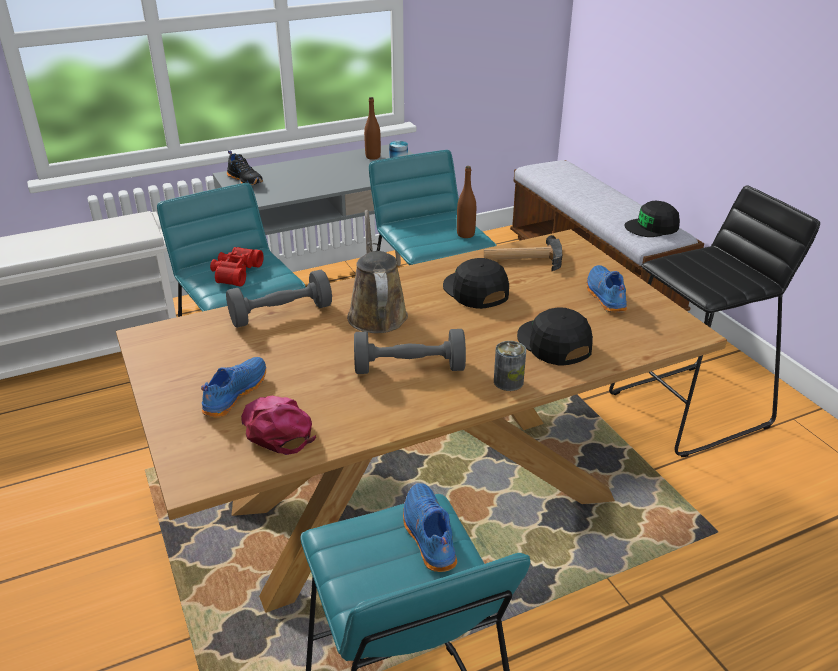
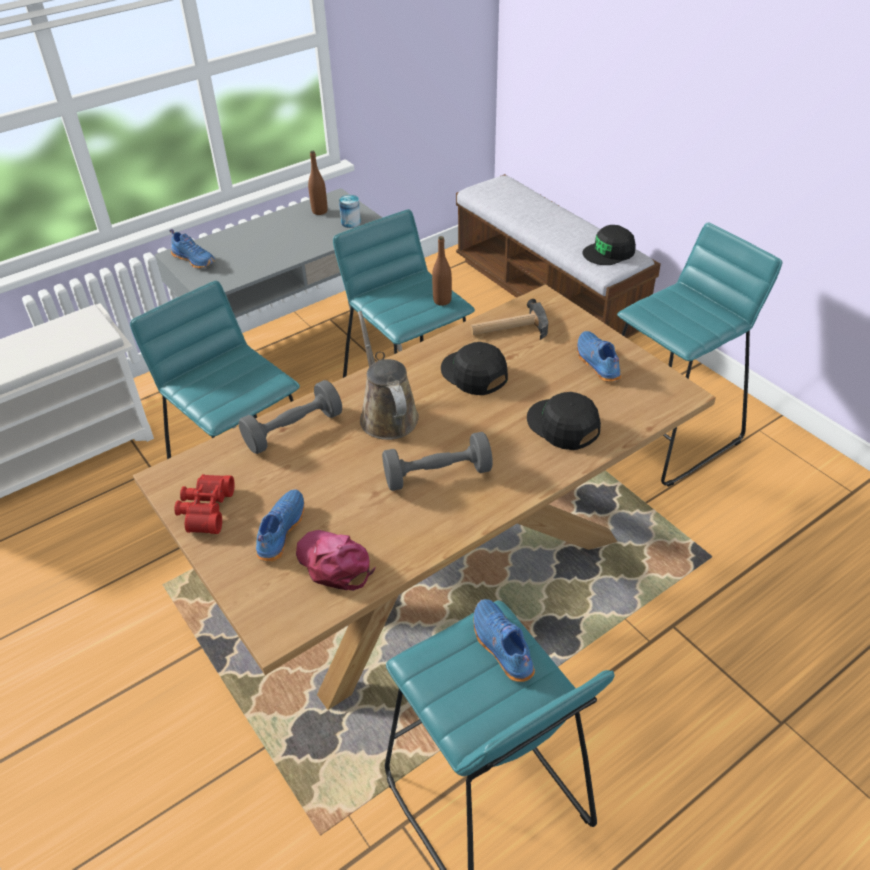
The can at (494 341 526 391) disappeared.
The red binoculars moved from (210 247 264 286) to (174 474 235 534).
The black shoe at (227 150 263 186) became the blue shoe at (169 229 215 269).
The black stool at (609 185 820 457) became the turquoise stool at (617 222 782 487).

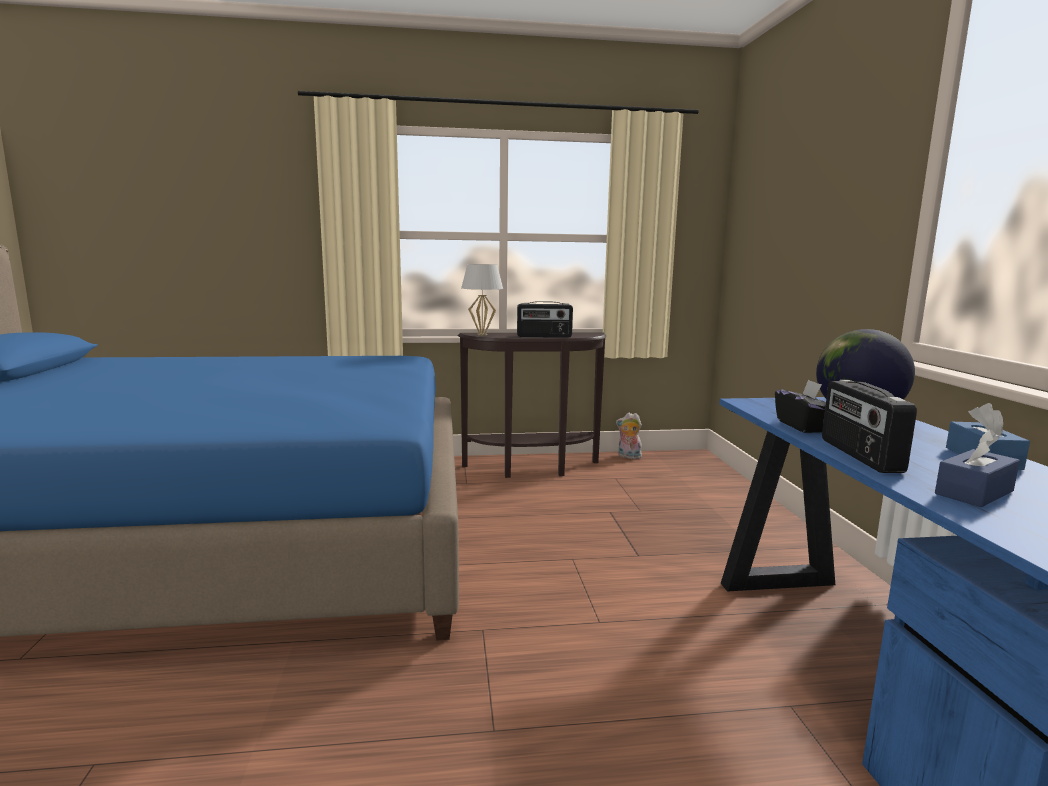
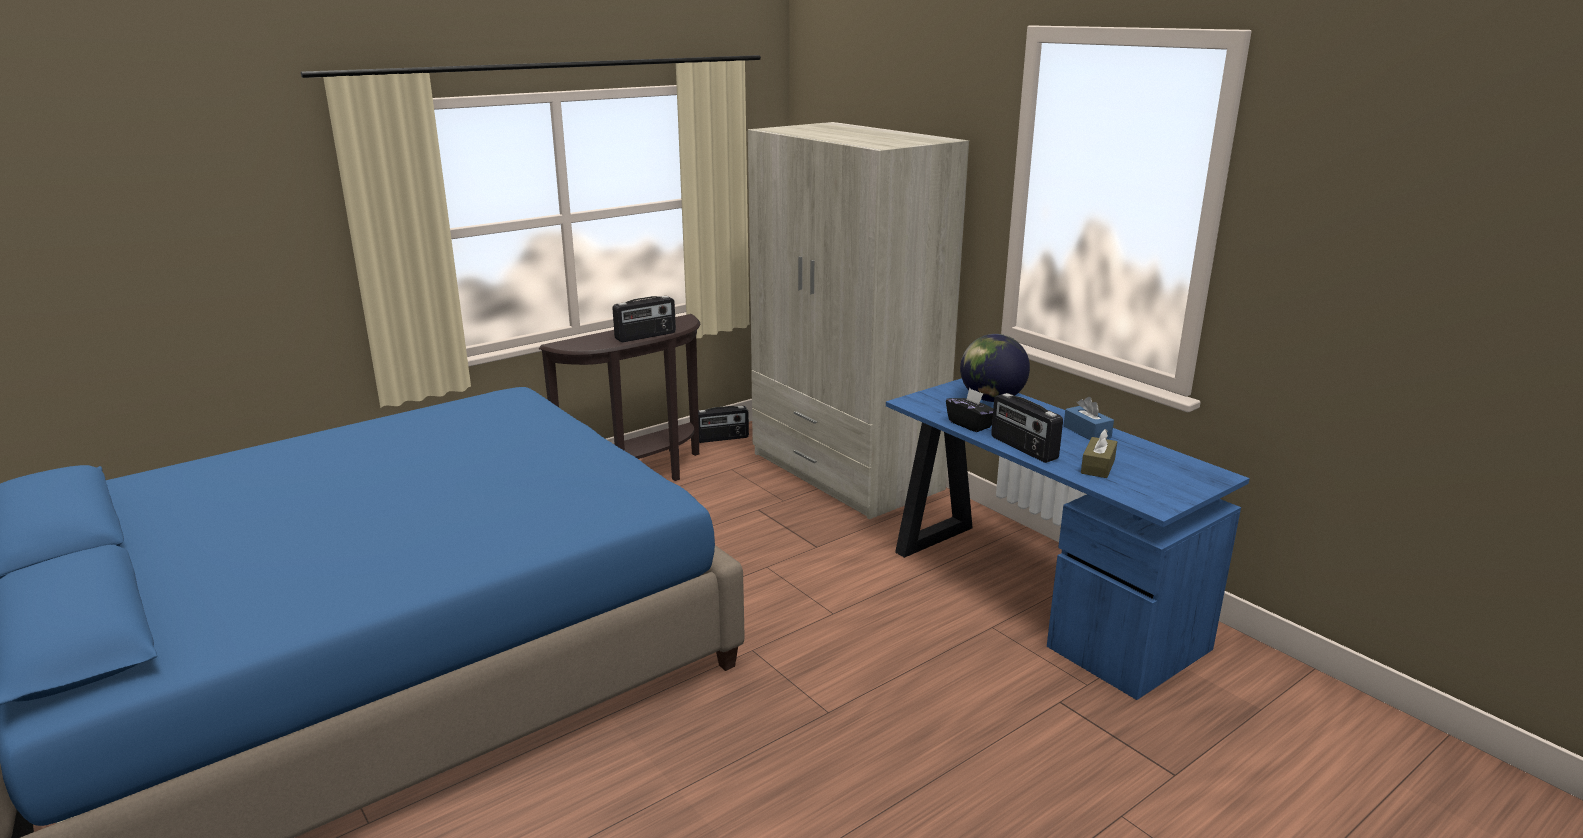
The white table lamp at (461 264 503 336) disappeared.
The beige wardrobe at (748 122 969 519) appeared.
The plush toy at (616 413 642 459) was replaced by the radio at (698 406 749 443).
The blue tissue box at (935 429 1020 507) became the brown tissue box at (1081 429 1117 478).

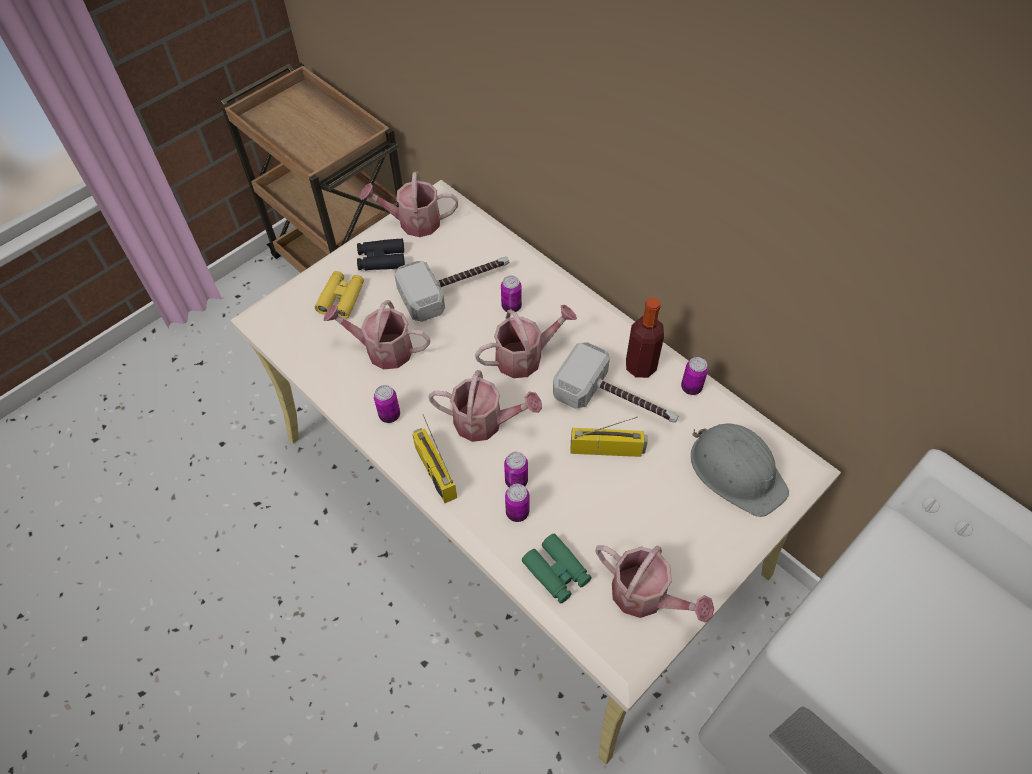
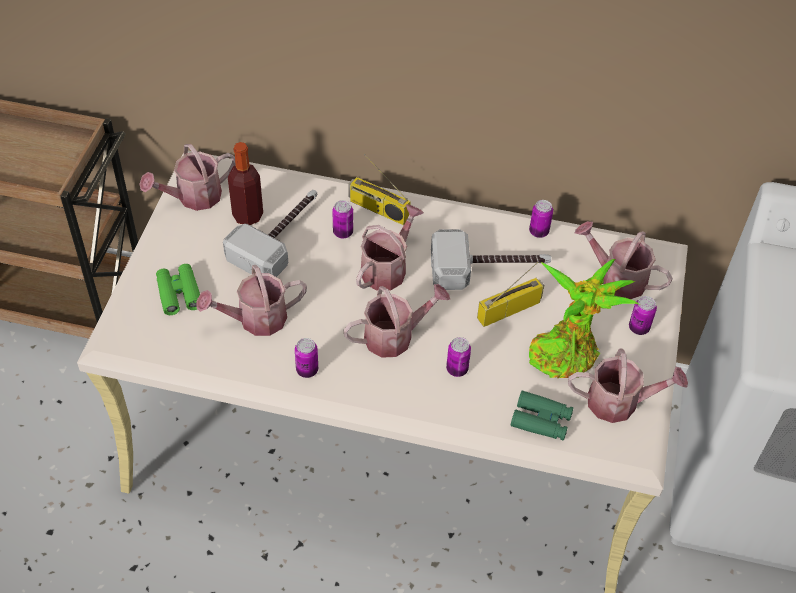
The black binoculars at (357 238 405 270) disappeared.
The potted plant at (529 259 640 378) appeared.
The radio moved from (412 414 457 503) to (349 154 411 225).
The can moved from (505 484 529 522) to (629 296 657 335).
The bottle moved from (626 298 664 378) to (228 142 263 225).
The grey hard hat at (691 423 789 517) was replaced by the watering can at (575 221 673 299).
The yellow binoculars at (315 271 364 319) became the green binoculars at (156 264 200 315).

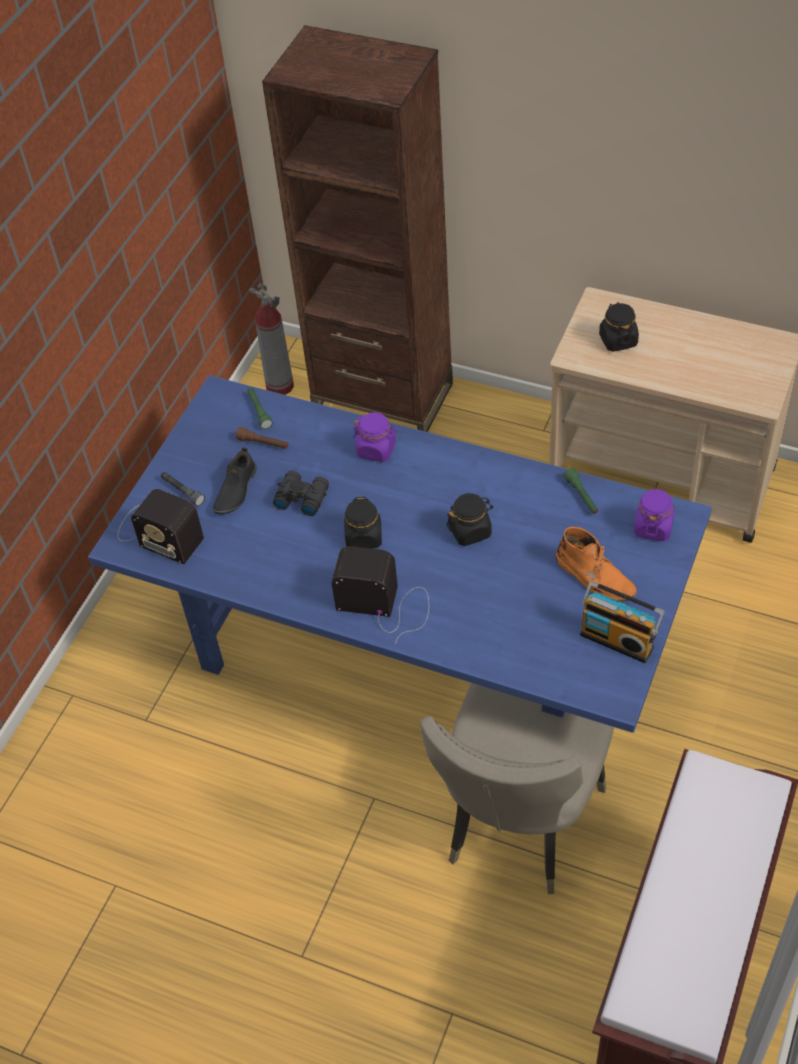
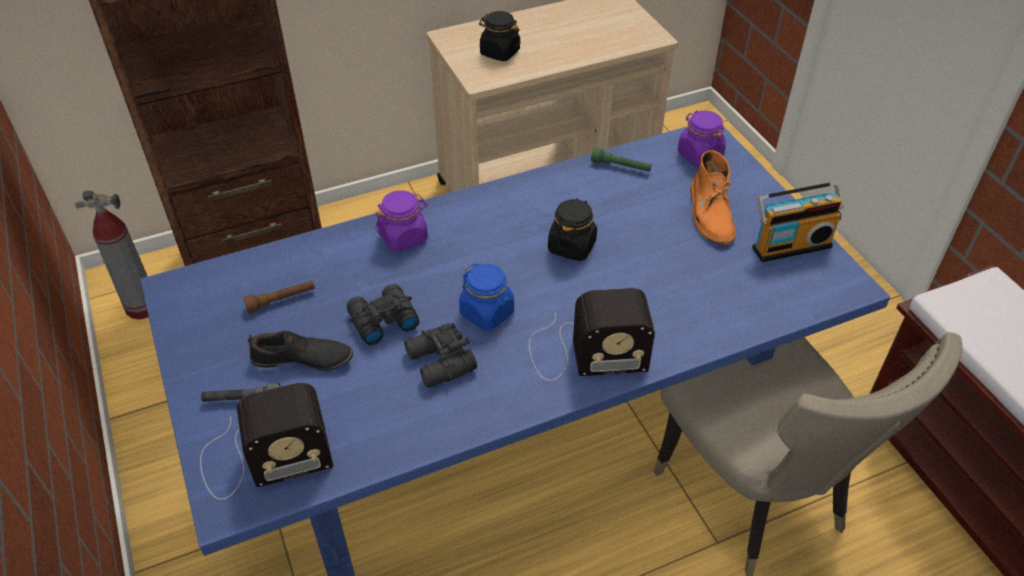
The green flashlight at (247 388 273 429) disappeared.
The black binoculars at (404 323 477 388) appeared.
The black jar at (344 497 382 549) became the blue jar at (459 263 514 331).
The black shoe at (212 447 257 514) turned 60 degrees counterclockwise.
The radio at (332 546 429 644) turned 150 degrees counterclockwise.
The orange boot at (556 527 637 602) turned 90 degrees clockwise.

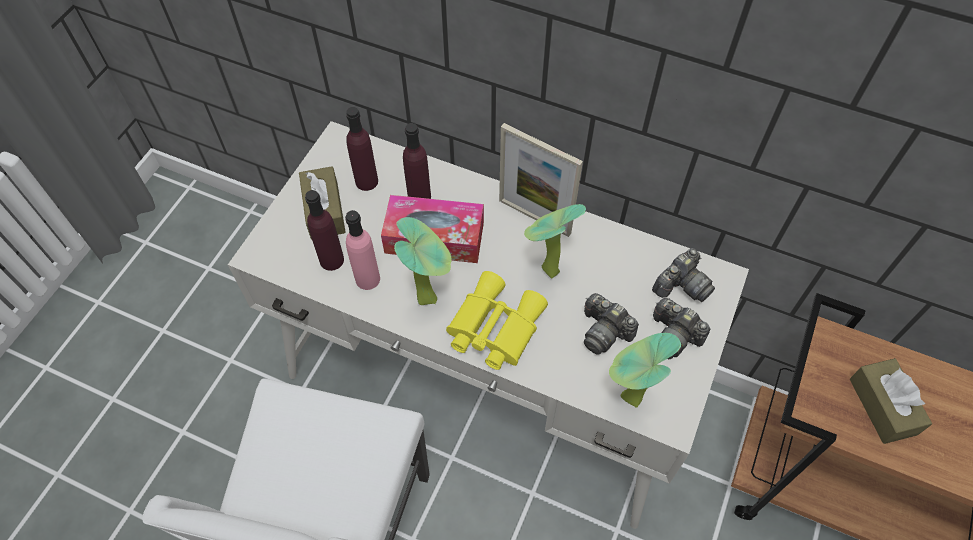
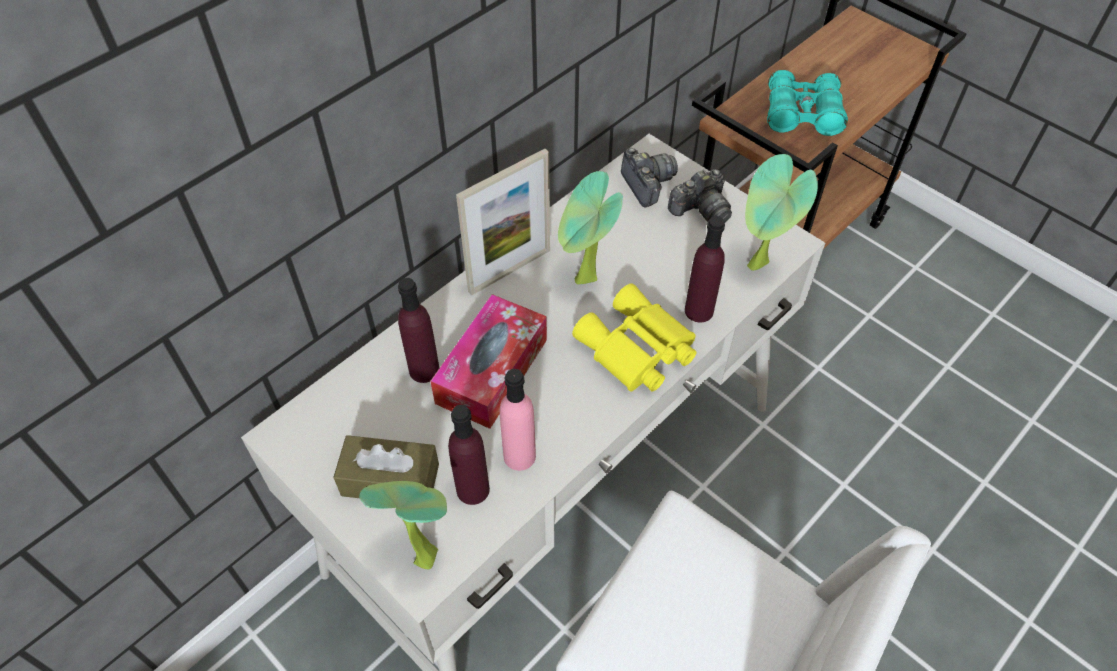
The photo camera at (584 293 639 355) disappeared.
The purple bottle moved from (346 107 378 191) to (685 216 725 323).
The potted plant moved from (394 217 452 305) to (359 481 447 569).
The brown tissue box at (850 358 932 444) was replaced by the turquoise binoculars at (767 70 848 136).

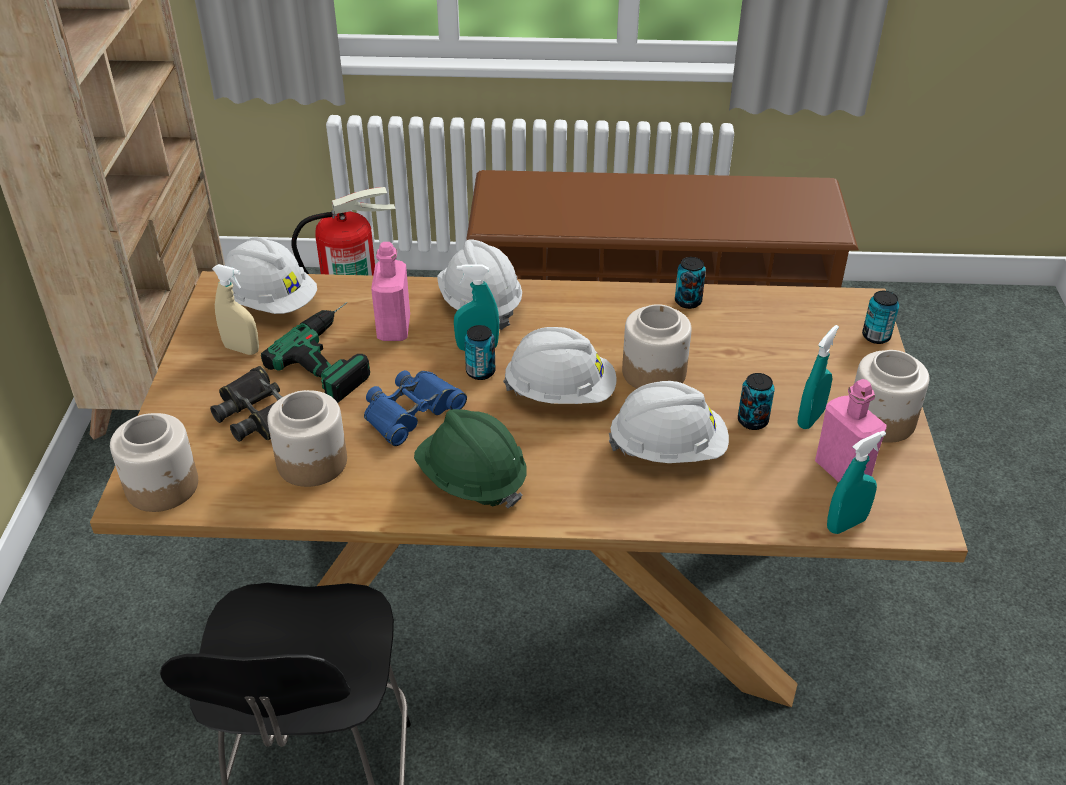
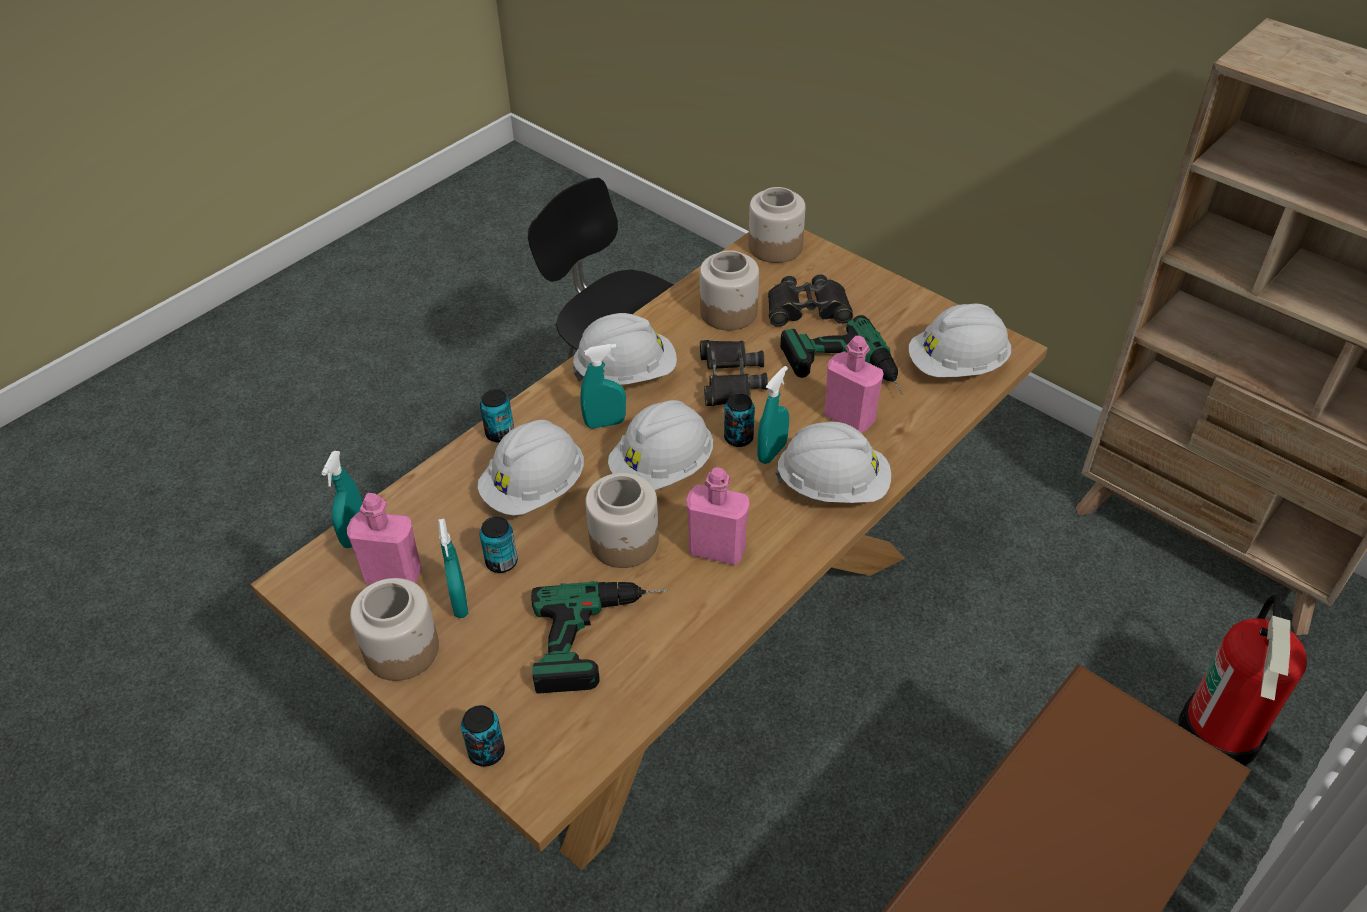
The beige spray bottle at (212 264 259 355) disappeared.
The power drill at (531 581 669 694) appeared.
The turquoise spray bottle at (580 344 626 429) appeared.
The pink bottle at (686 467 750 565) appeared.
The can moved from (675 257 706 309) to (480 389 514 443).
The blue binoculars at (364 370 467 446) became the black binoculars at (700 340 768 406).
The green hard hat at (414 409 526 508) became the white hard hat at (573 313 677 385).

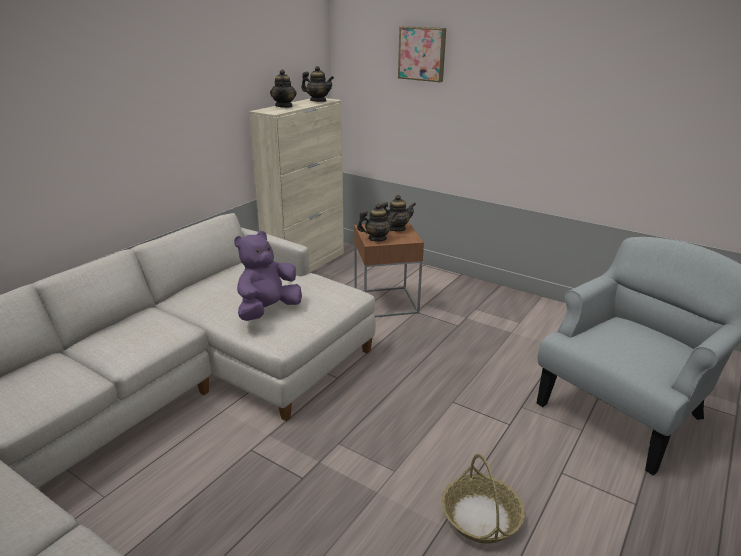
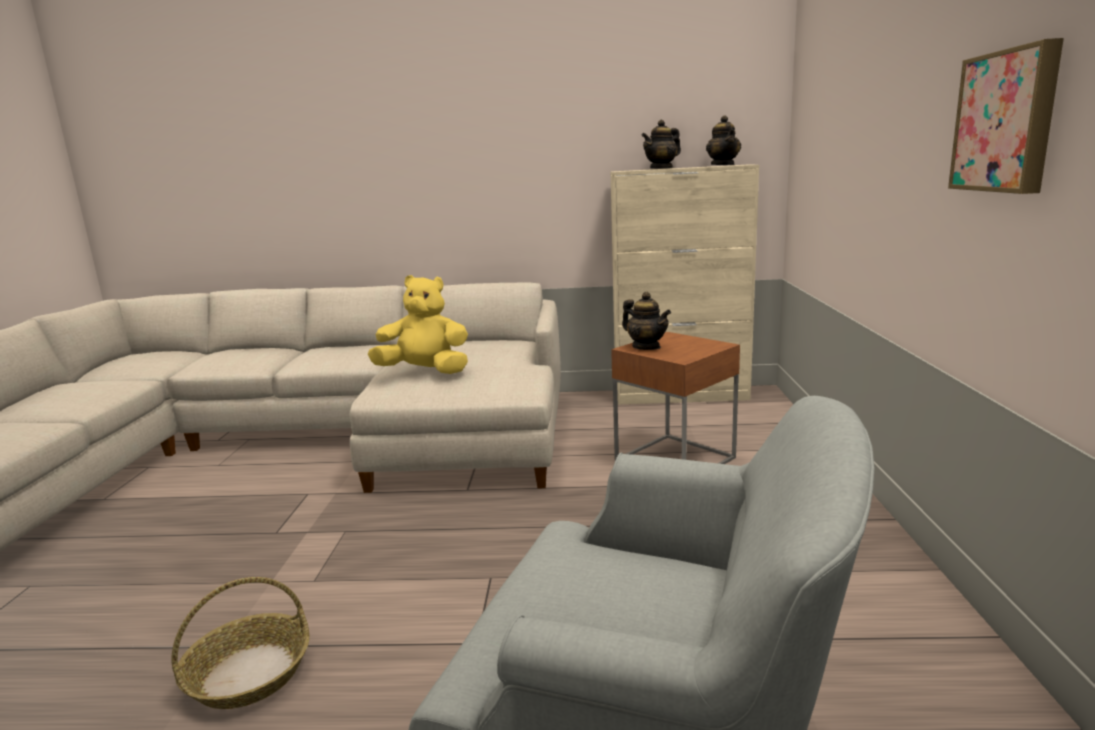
The teapot at (381 195 416 232) disappeared.
The picture moved from (398 26 446 82) to (948 38 1064 194).
The purple plush toy at (234 231 302 321) became the yellow plush toy at (368 275 468 374).

